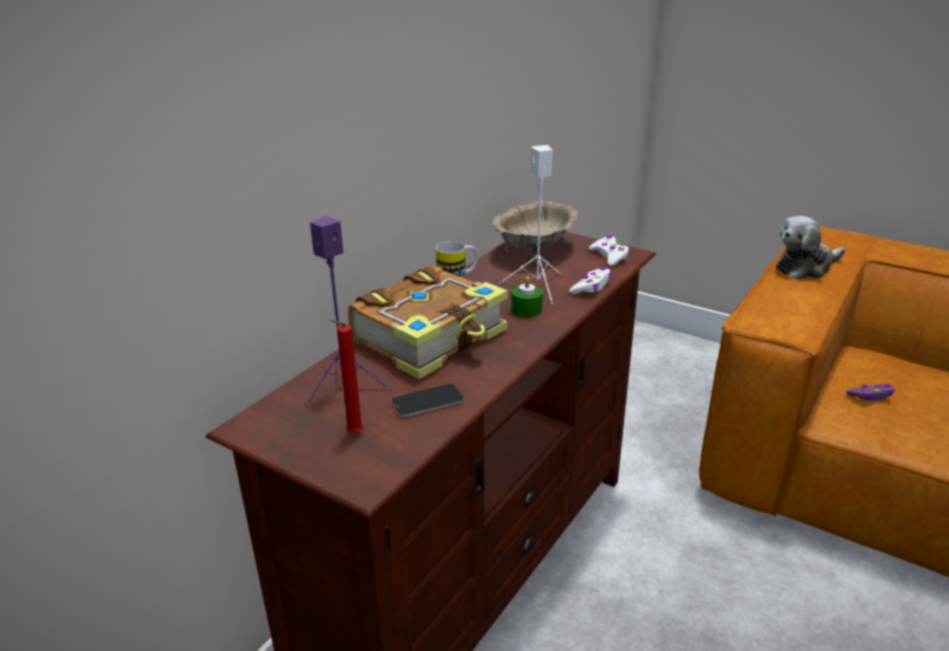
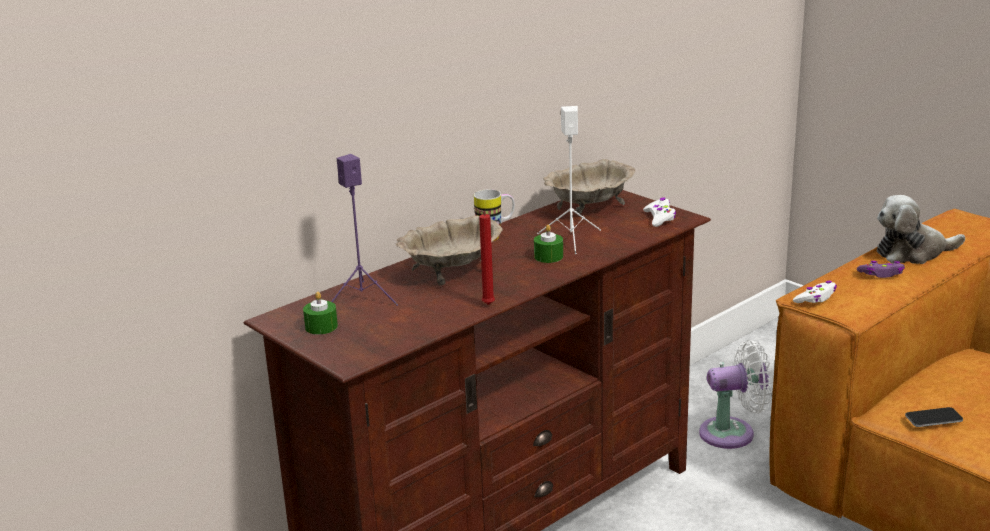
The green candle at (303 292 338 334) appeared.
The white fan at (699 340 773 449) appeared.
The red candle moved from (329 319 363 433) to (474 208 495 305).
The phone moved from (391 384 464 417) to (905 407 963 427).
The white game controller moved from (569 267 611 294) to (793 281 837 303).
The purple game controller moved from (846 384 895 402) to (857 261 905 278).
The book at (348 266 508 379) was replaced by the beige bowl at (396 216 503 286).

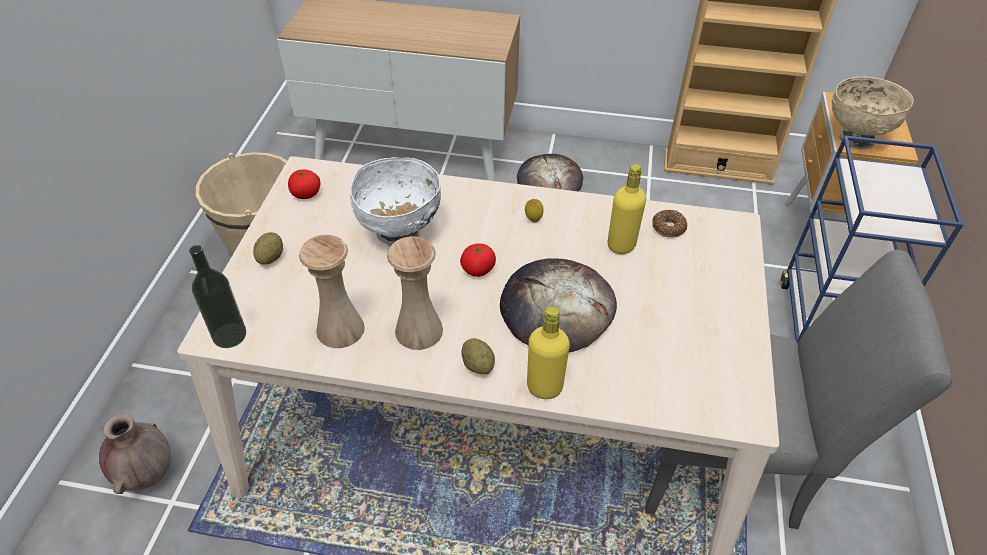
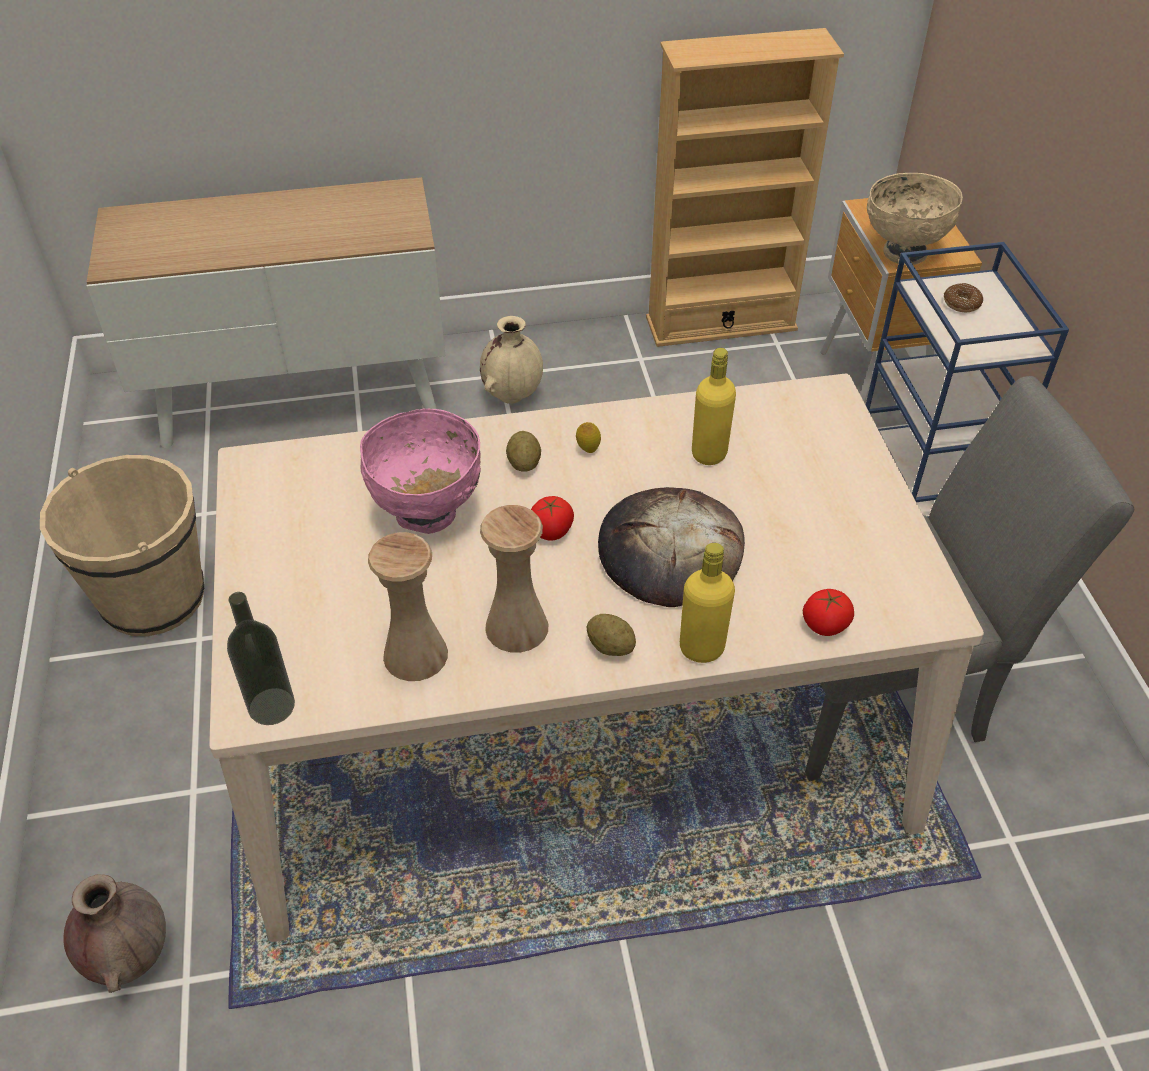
The potato moved from (253 232 283 265) to (506 431 541 472).
The tomato moved from (288 169 320 199) to (803 589 854 636).
The donut moved from (652 210 687 238) to (944 283 983 312).
The bread at (517 154 583 192) was replaced by the beige vase at (480 316 543 404).
The white bowl at (350 157 441 247) became the pink bowl at (360 408 481 534).

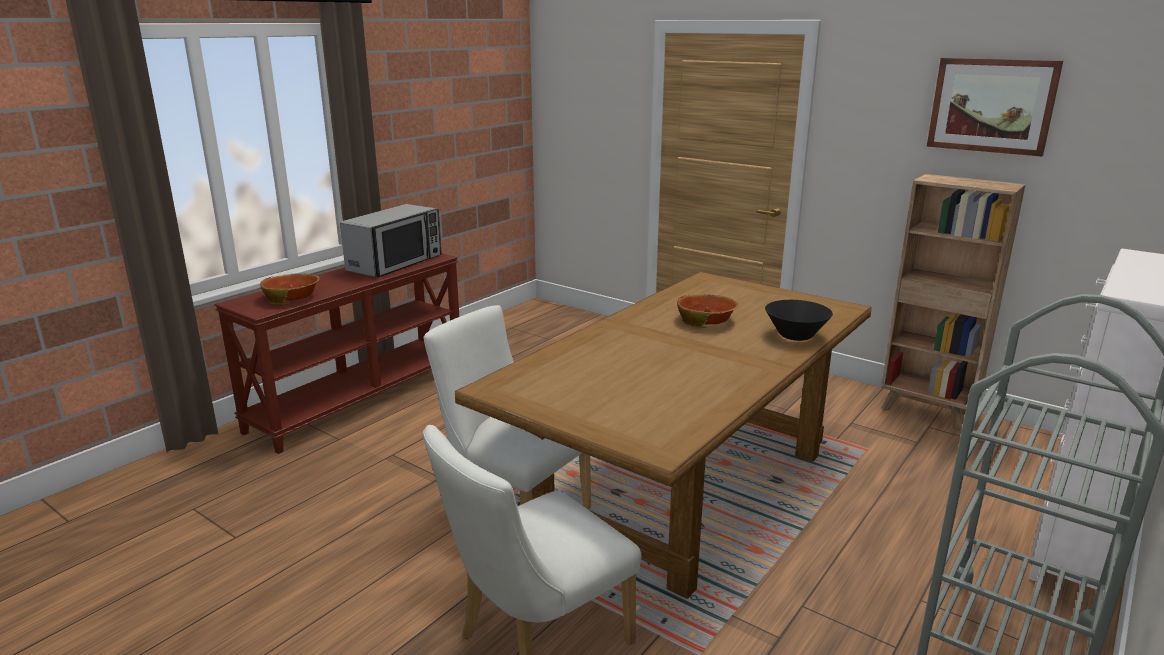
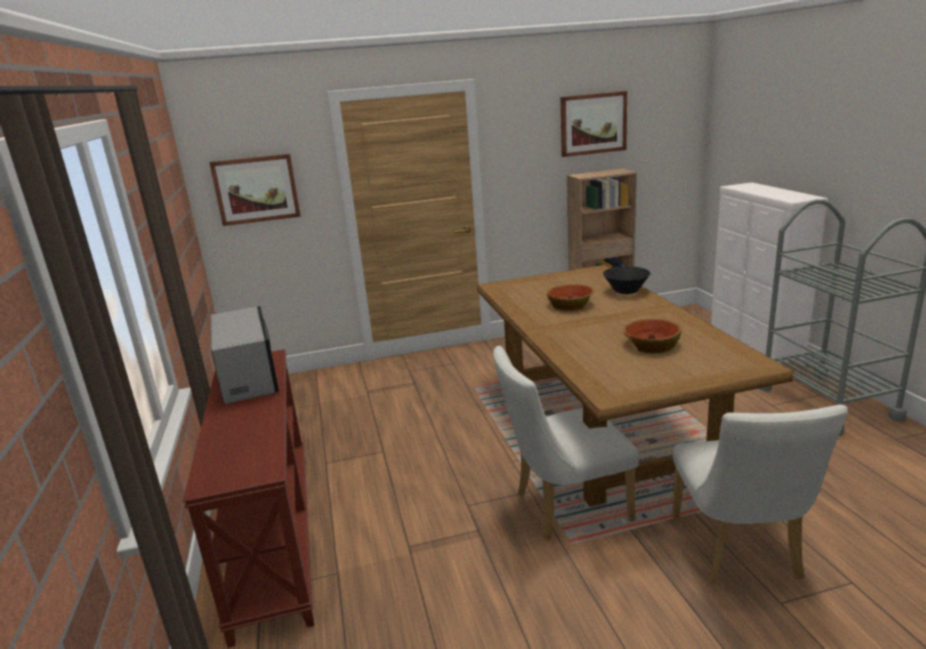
The picture at (209 154 301 226) appeared.
The bowl moved from (260 273 320 304) to (622 319 682 354).

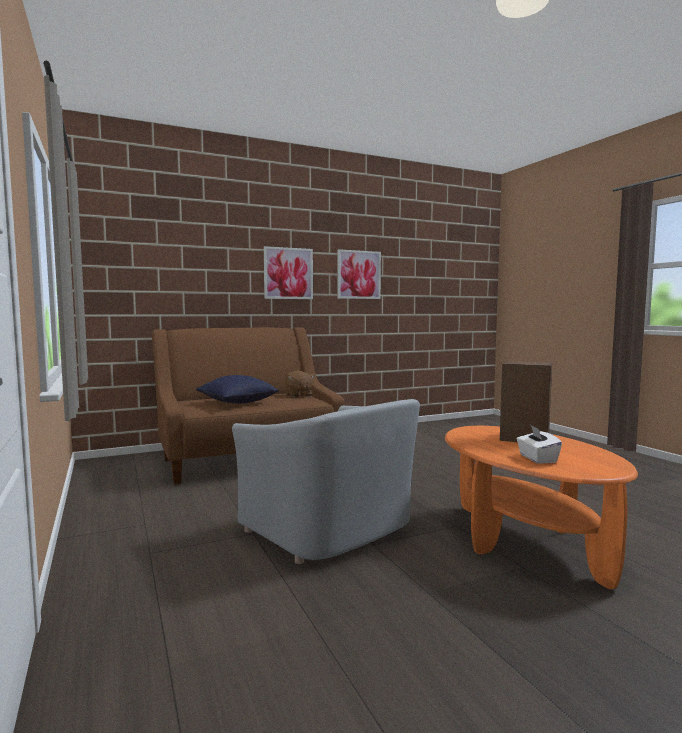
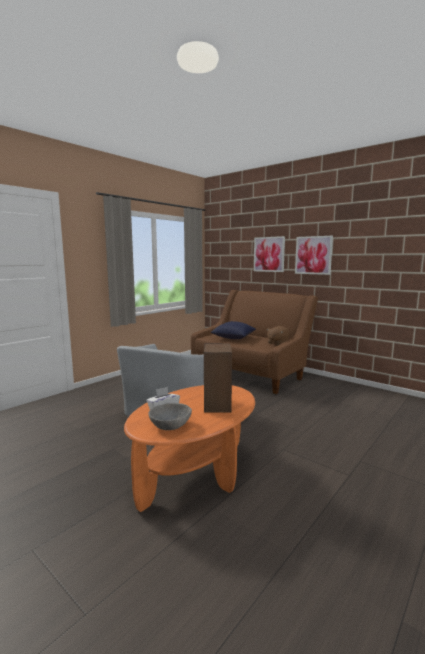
The grey bowl at (148 403 192 430) appeared.
The picture moved from (337 249 381 299) to (254 236 285 272).

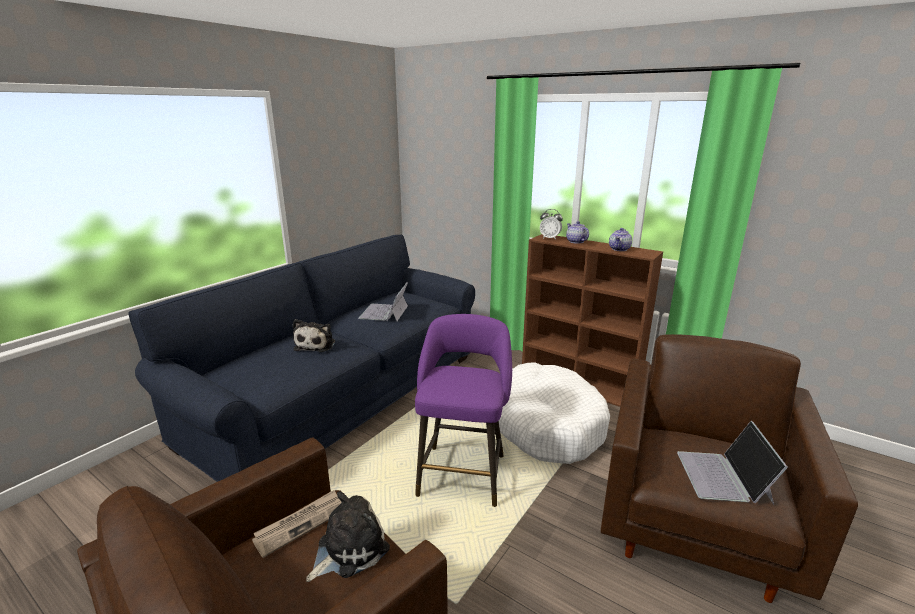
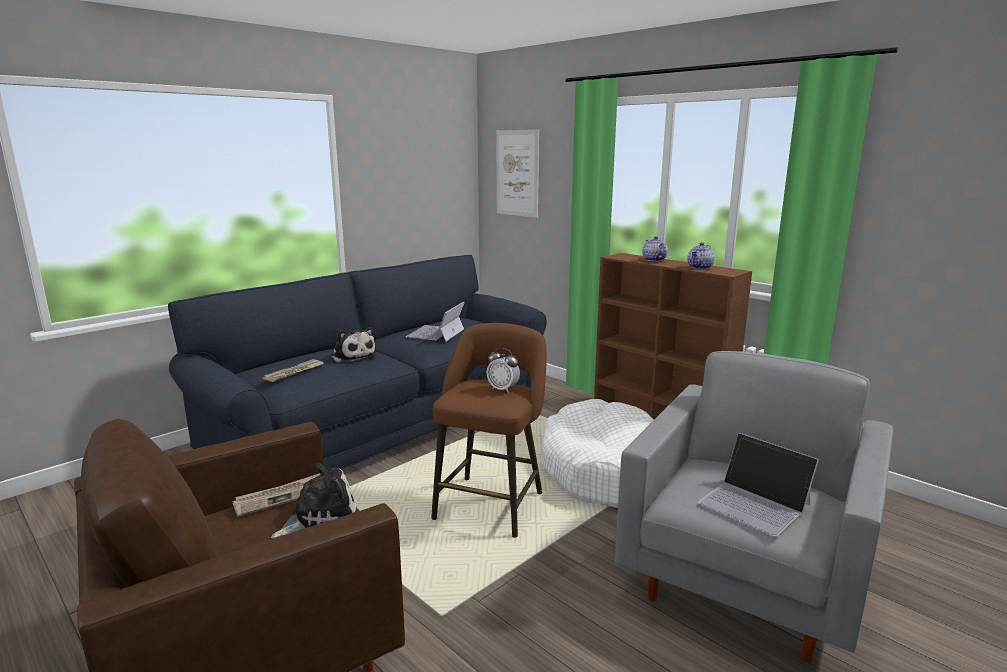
The newspaper at (262 359 324 382) appeared.
The picture at (496 129 539 218) appeared.
The alarm clock moved from (540 209 563 240) to (487 348 520 393).
The purple stool at (415 314 512 507) became the brown stool at (431 323 547 538).
The brown armchair at (601 334 858 603) became the grey armchair at (615 351 893 663).
The plush toy at (293 319 335 352) turned 60 degrees counterclockwise.
The laptop at (677 421 788 504) turned 60 degrees counterclockwise.

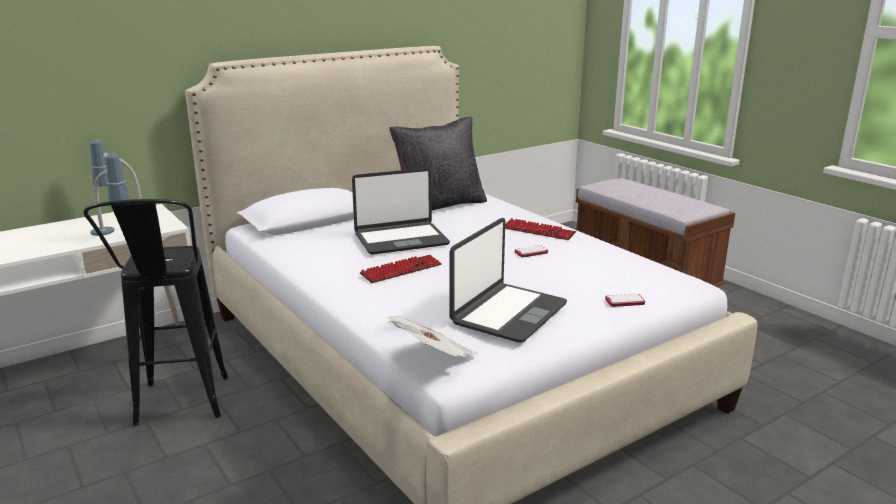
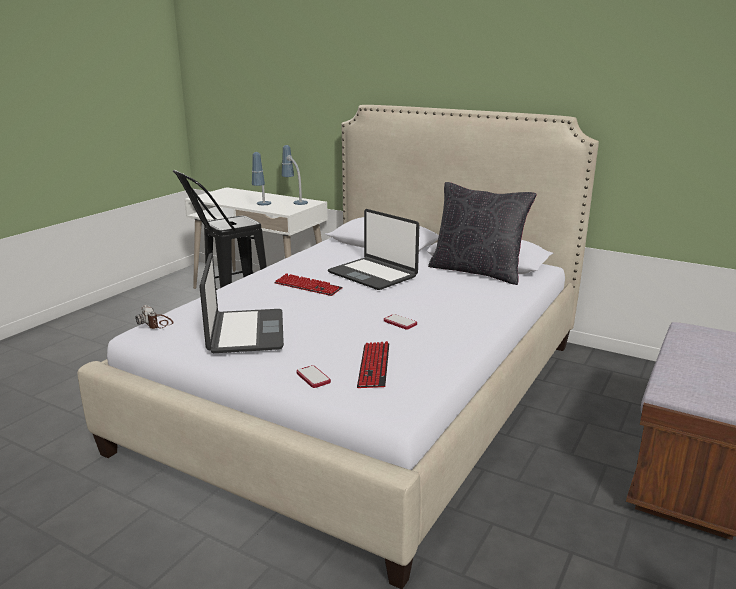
The keyboard moved from (505 218 576 240) to (357 341 389 388).
The newspaper at (387 316 478 357) was replaced by the photo camera at (135 305 174 329).
The laptop at (450 218 567 343) turned 105 degrees counterclockwise.

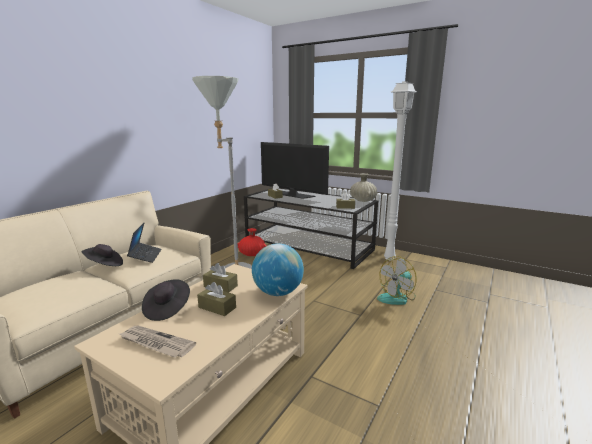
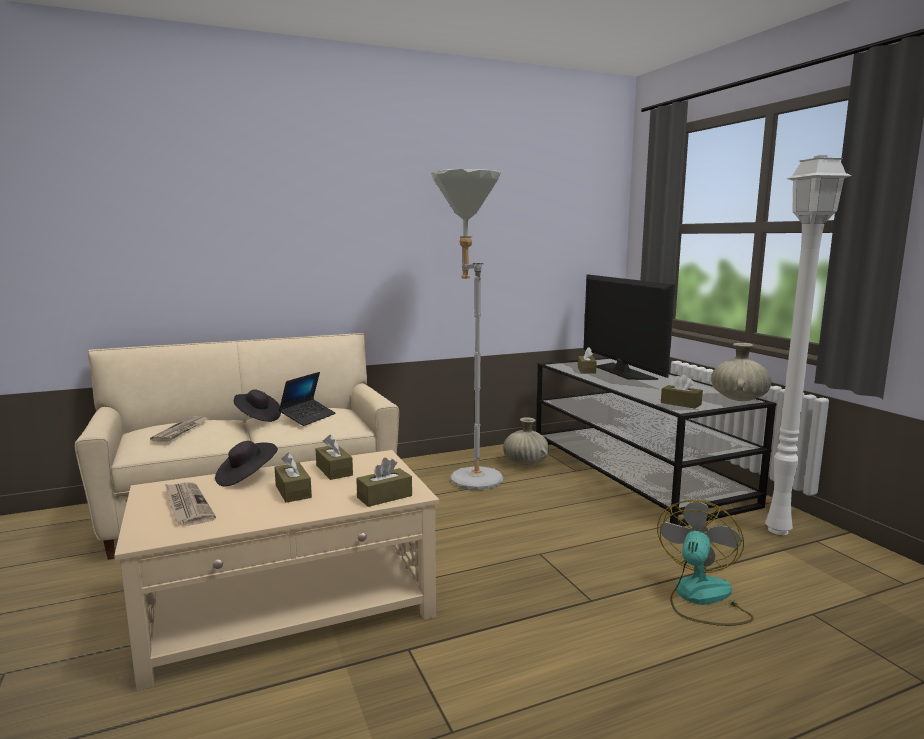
The newspaper at (150 416 208 442) appeared.
The globe at (252 243 304 296) was replaced by the brown tissue box at (356 458 412 507).
The red vase at (238 228 266 256) became the beige vase at (503 417 549 466).
The fan at (377 256 417 305) turned 120 degrees clockwise.

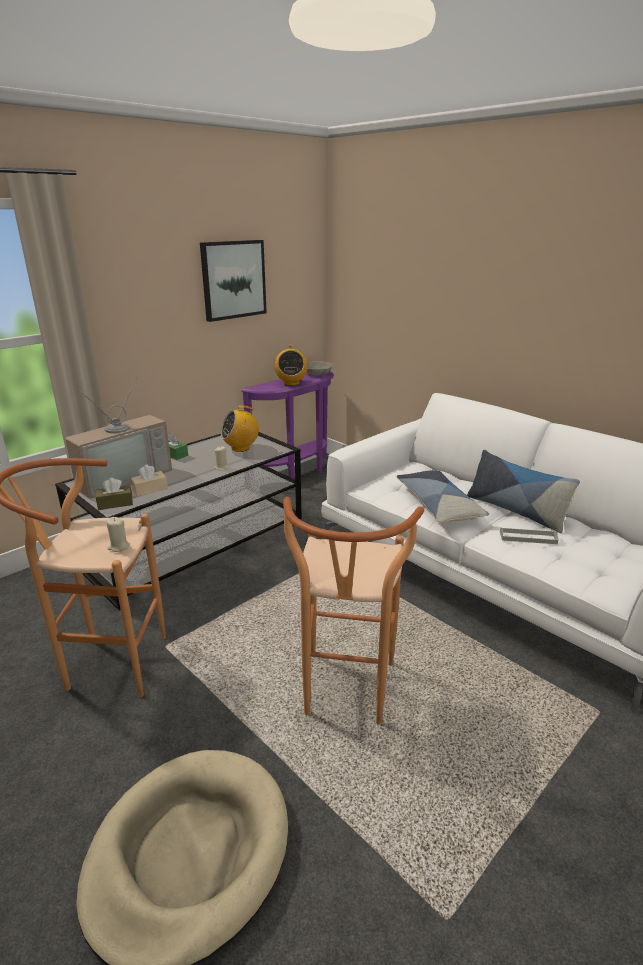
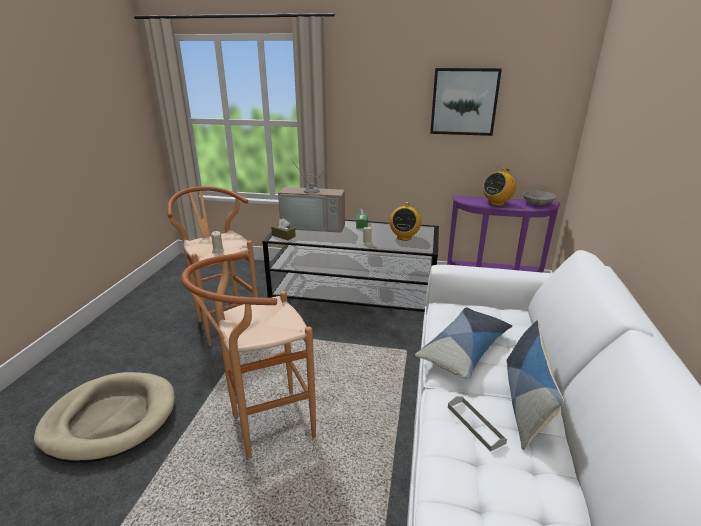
The beige tissue box at (130 465 168 496) disappeared.
The radio at (221 406 259 452) turned 105 degrees counterclockwise.

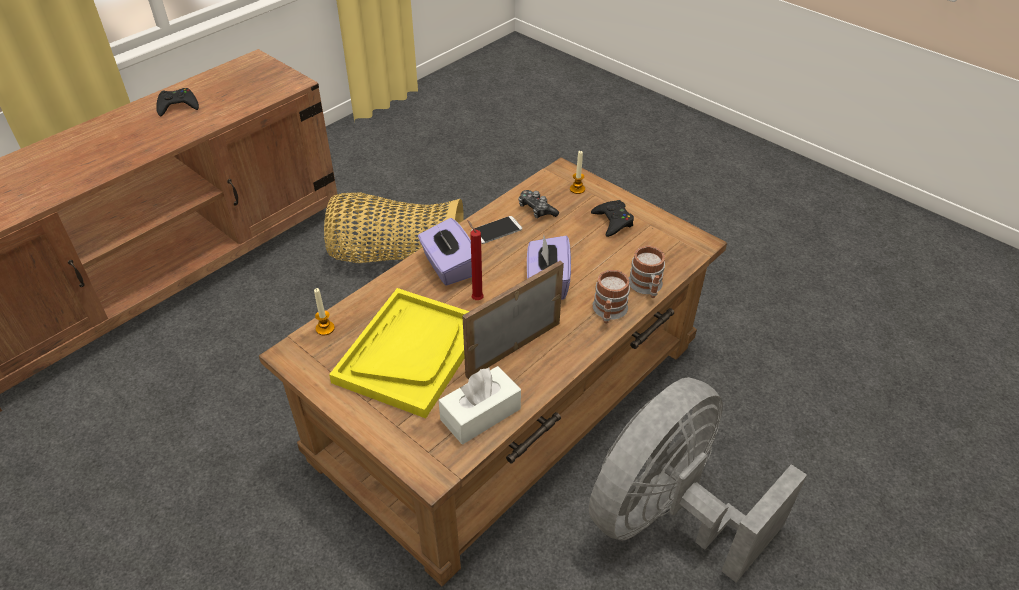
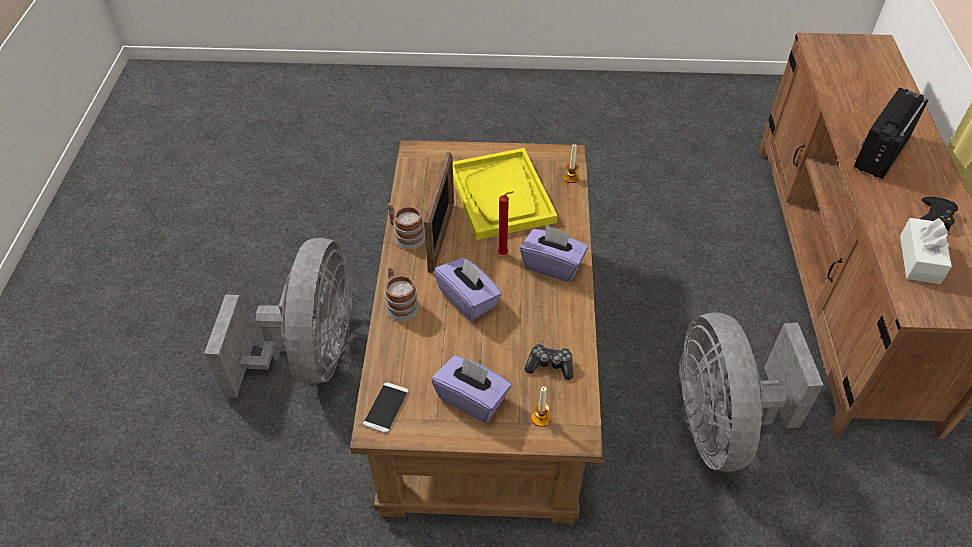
The radio at (854 87 928 179) appeared.
The white tissue box moved from (439 366 521 444) to (900 218 952 284).
The phone moved from (471 216 522 244) to (363 382 409 433).
The mug moved from (629 246 665 298) to (388 203 425 249).
The basket at (324 193 464 263) was replaced by the grey fan at (679 312 824 472).
The black game controller at (591 200 634 237) was replaced by the purple tissue box at (432 355 511 423).

